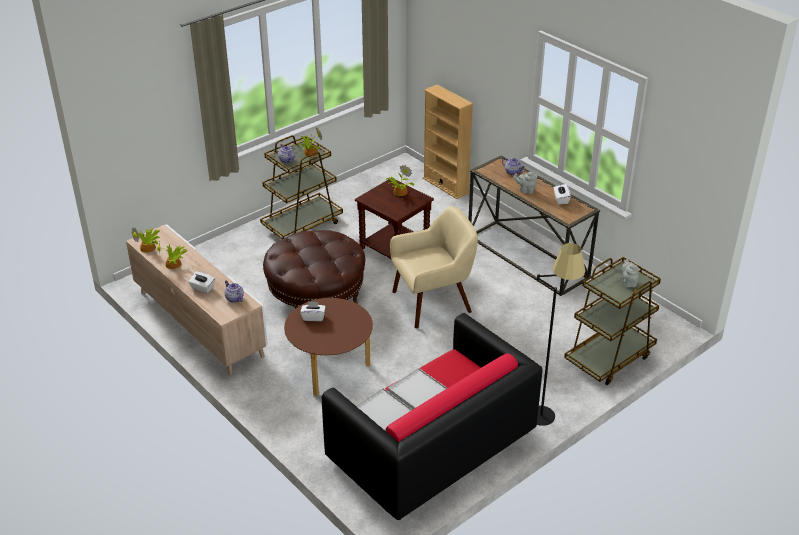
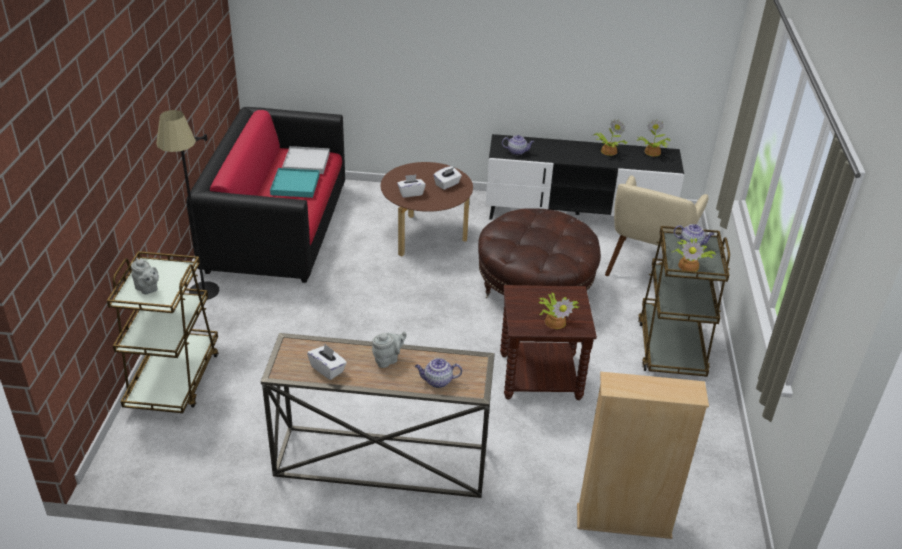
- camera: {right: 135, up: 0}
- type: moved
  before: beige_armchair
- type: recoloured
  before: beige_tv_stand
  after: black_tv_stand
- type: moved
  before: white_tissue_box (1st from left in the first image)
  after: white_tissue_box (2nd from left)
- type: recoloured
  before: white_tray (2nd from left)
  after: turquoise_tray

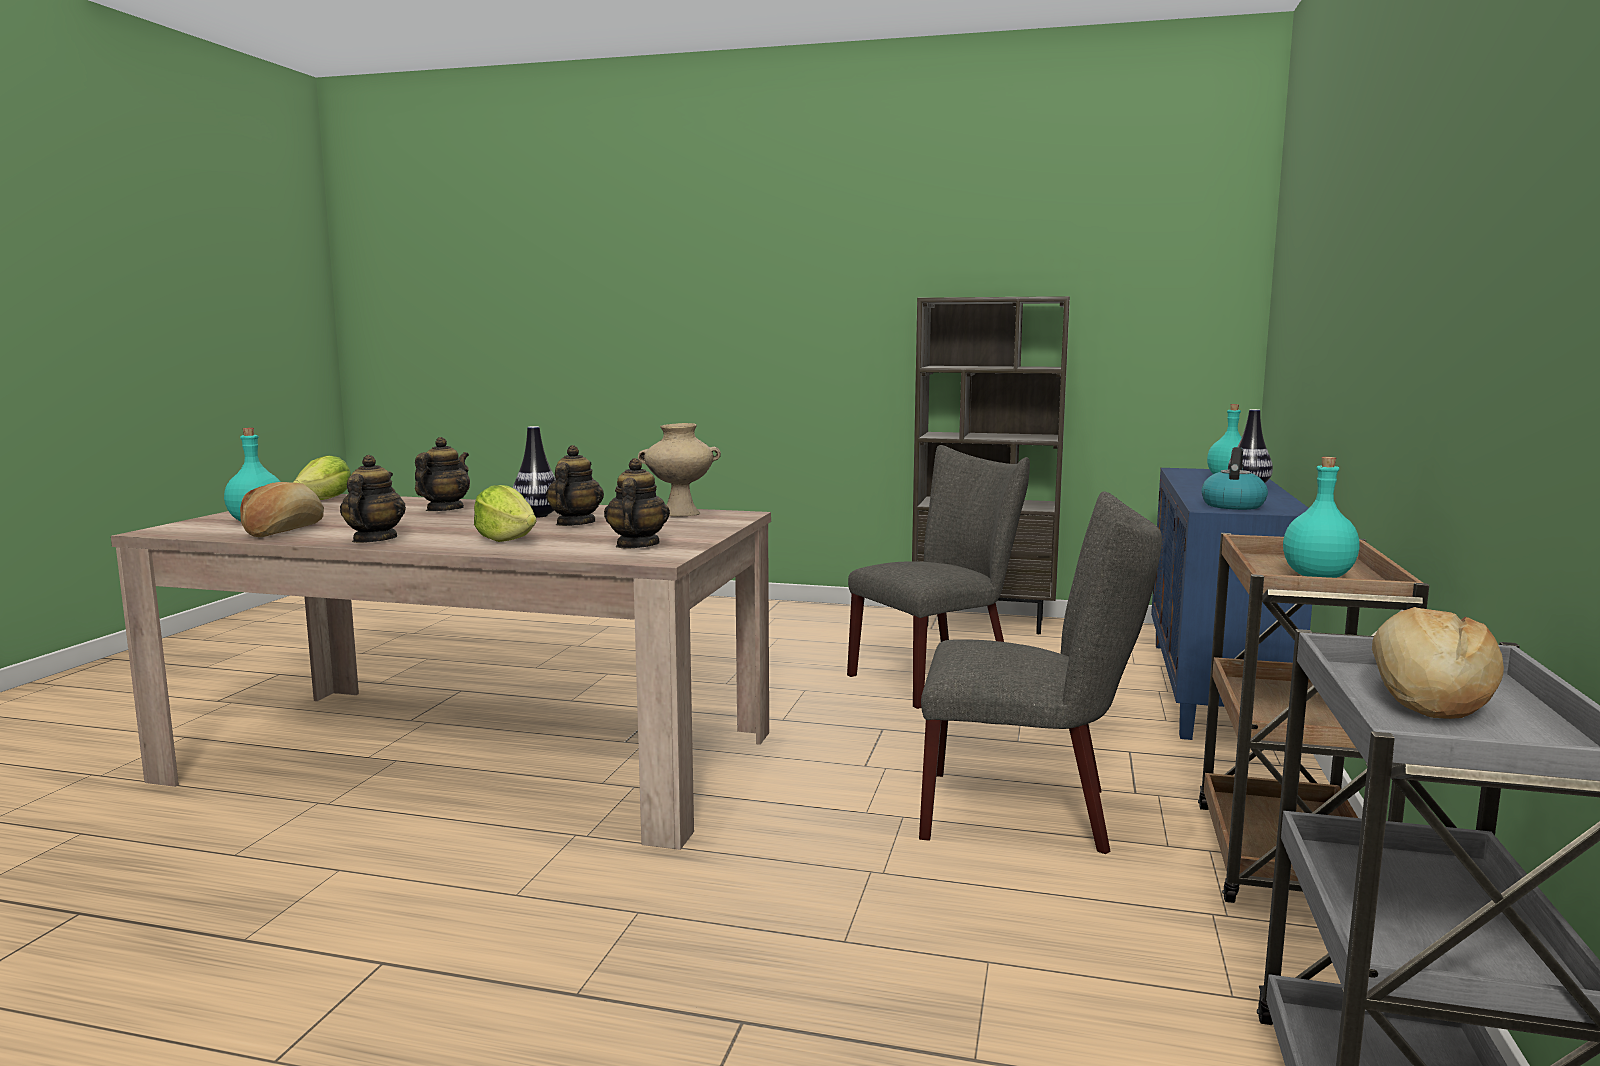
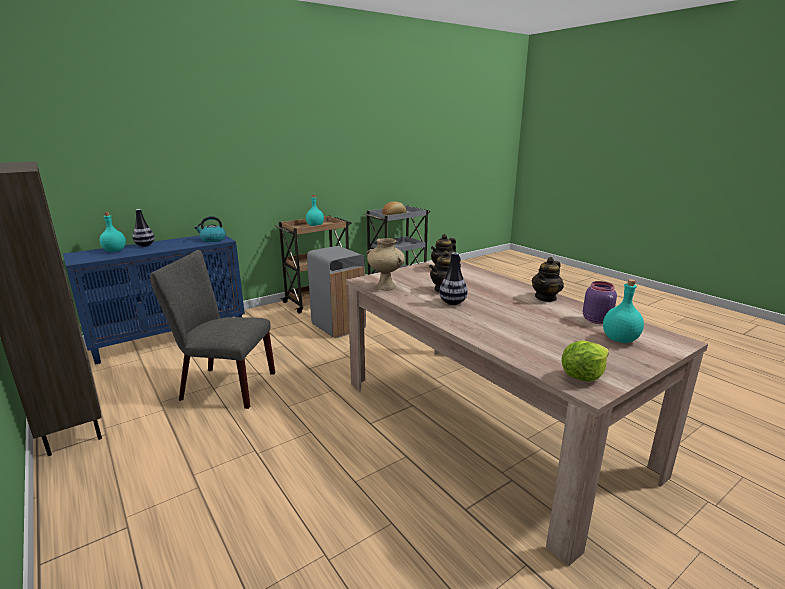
- camera: {right: -140, up: 10}
- type: removed
  before: teapot (2nd from left)
- type: replaced
  before: bread (1st from left)
  after: purple_jar
- type: removed
  before: lettuce (2nd from left)
- type: replaced
  before: grey_chair (2nd from left)
  after: grey_trash_can

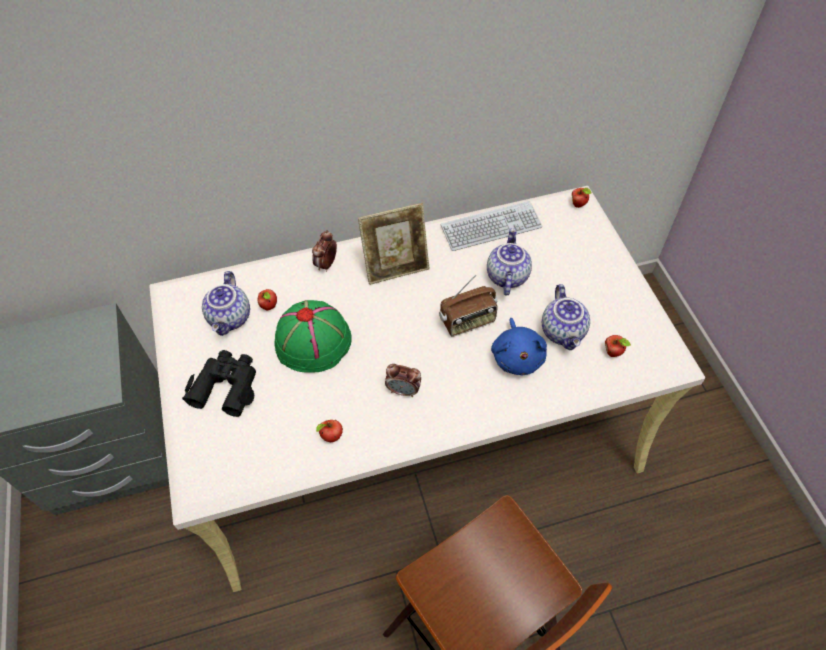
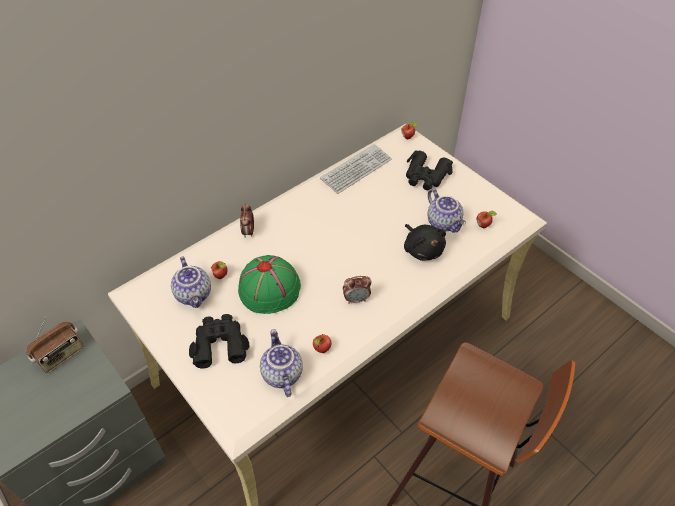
- camera: {right: -25, up: -5}
- type: removed
  before: picture_frame
- type: moved
  before: teapot (2nd from left)
- type: moved
  before: radio
- type: recoloured
  before: blue_plush_toy
  after: black_plush_toy
- type: added
  after: black_binoculars (2nd from left)

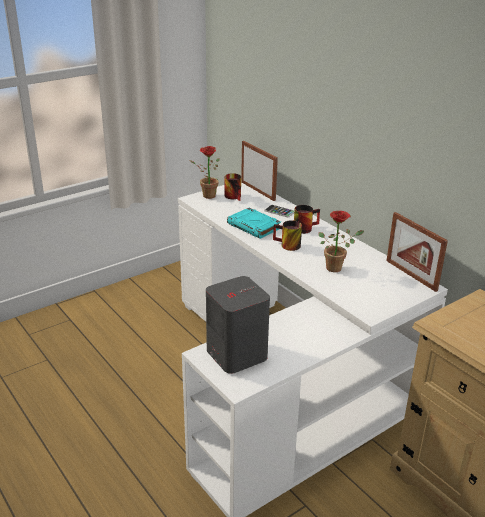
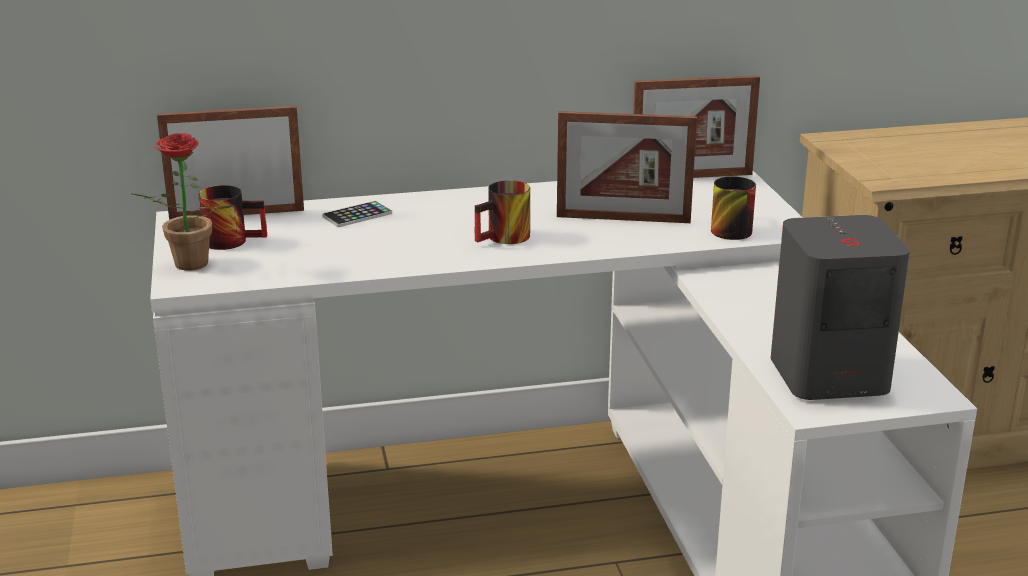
- camera: {right: -65, up: -5}
- type: moved
  before: mug (3rd from left)
- type: removed
  before: turquoise_book
- type: replaced
  before: potted_plant (2nd from left)
  after: picture_frame (2nd from left)

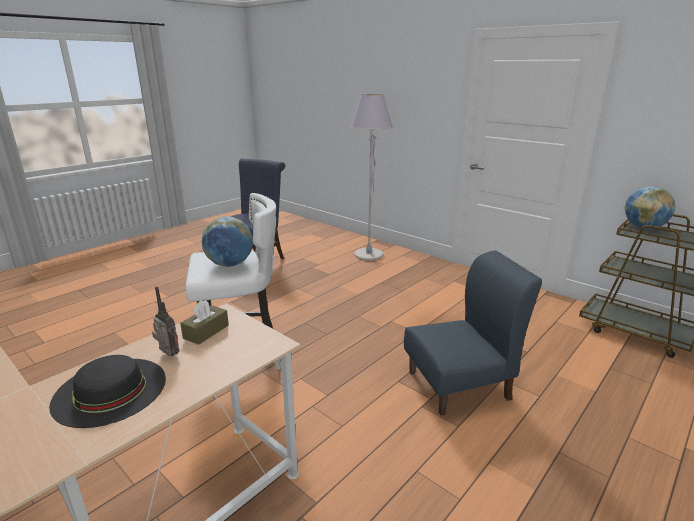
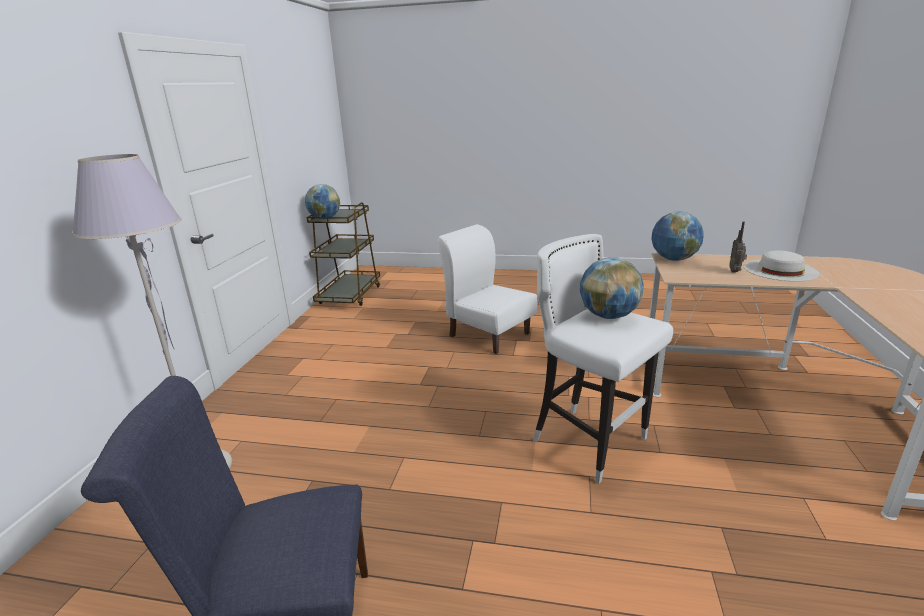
- camera: {right: -120, up: 0}
- type: recoloured
  before: blue_chair (2nd from left)
  after: white_chair
- type: removed
  before: brown_tissue_box
- type: recoloured
  before: black_hat
  after: white_hat
- type: added
  after: globe (3rd from left)

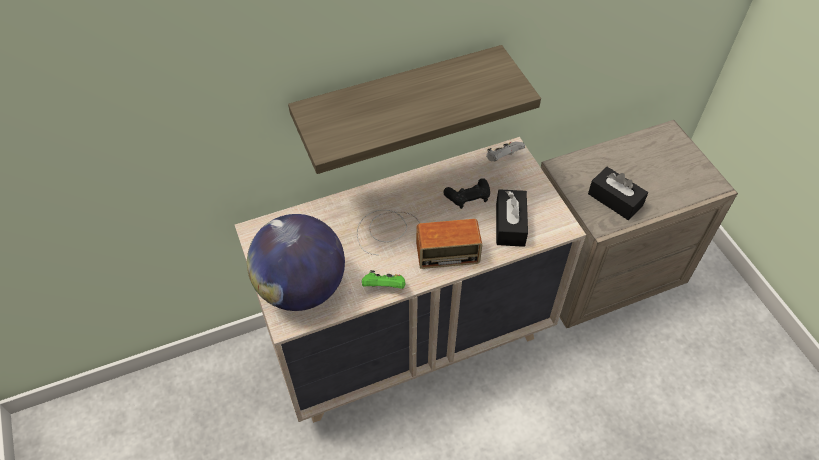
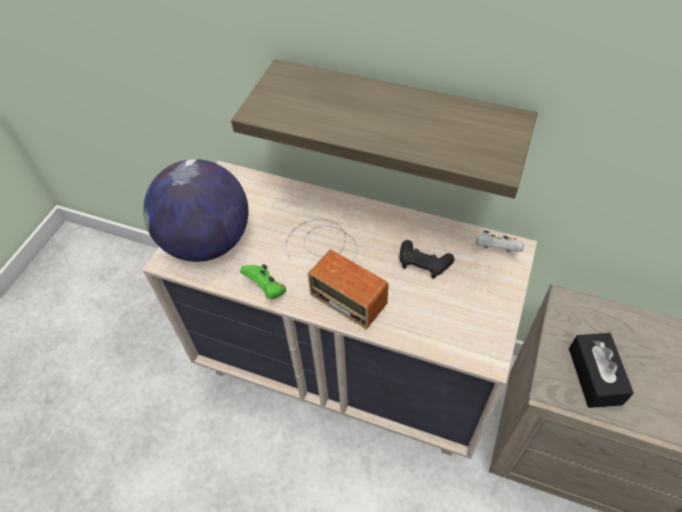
- camera: {right: 45, up: 0}
- type: removed
  before: black_tissue_box (1st from left)

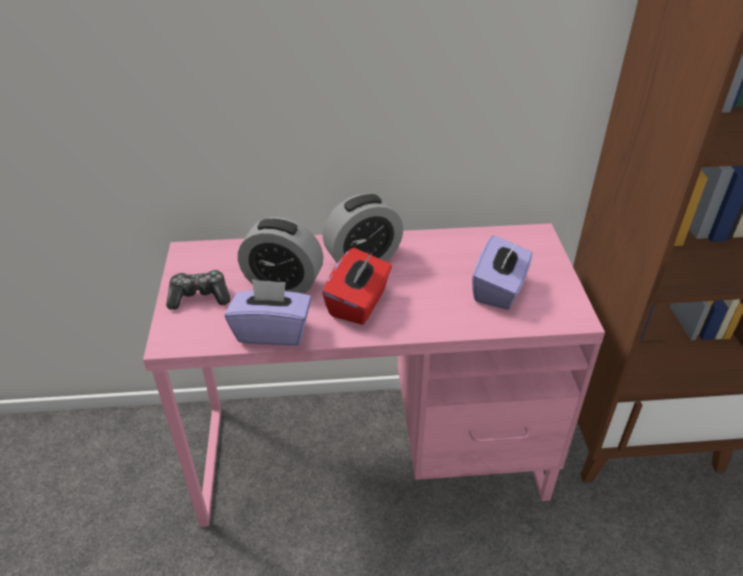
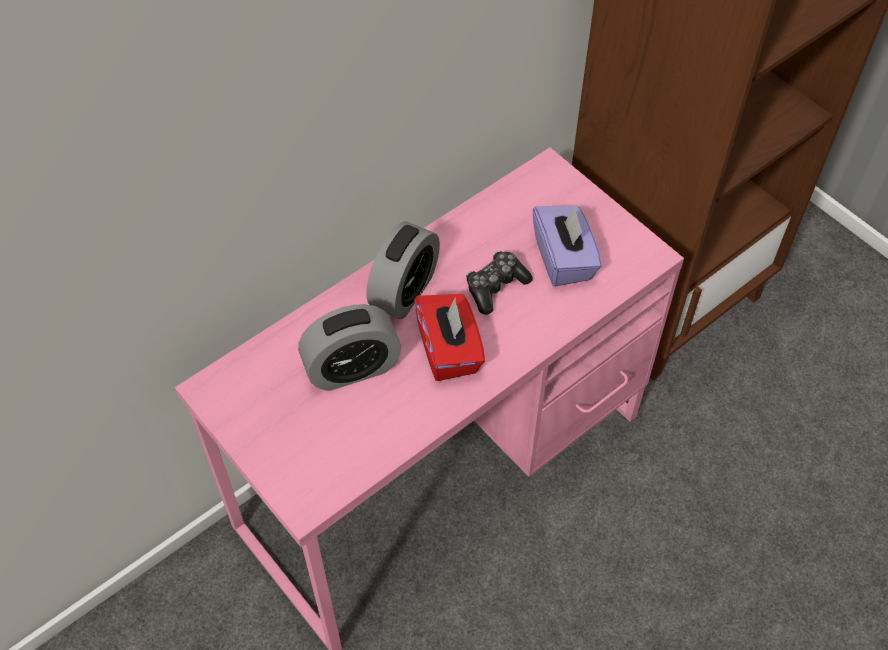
- camera: {right: -35, up: 15}
- type: moved
  before: game_controller
- type: removed
  before: purple_tissue_box (1st from left)

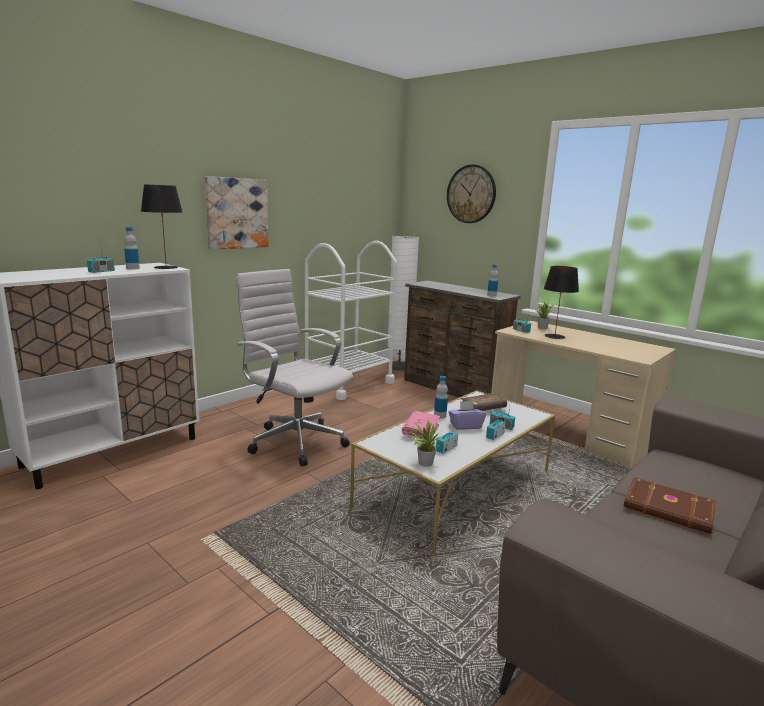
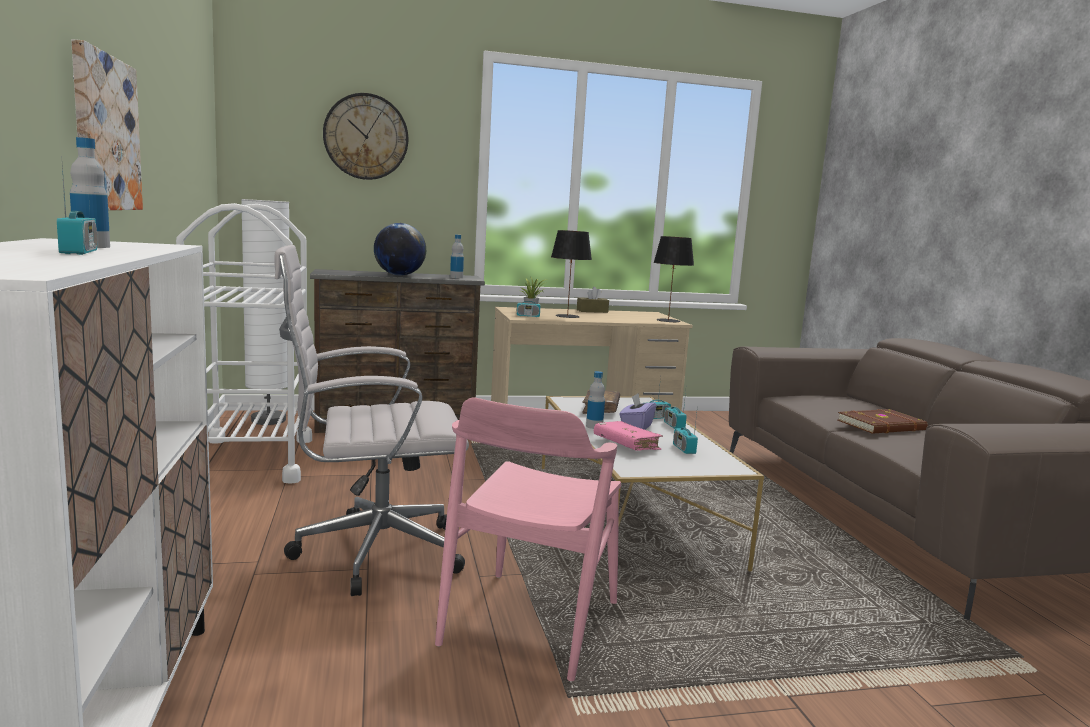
- camera: {right: -55, up: -5}
- type: moved
  before: black_table_lamp (1st from left in the first image)
  after: black_table_lamp (2nd from left)
- type: removed
  before: potted_plant (1st from left)
- type: added
  after: globe
- type: added
  after: brown_tissue_box
- type: added
  after: pink_chair

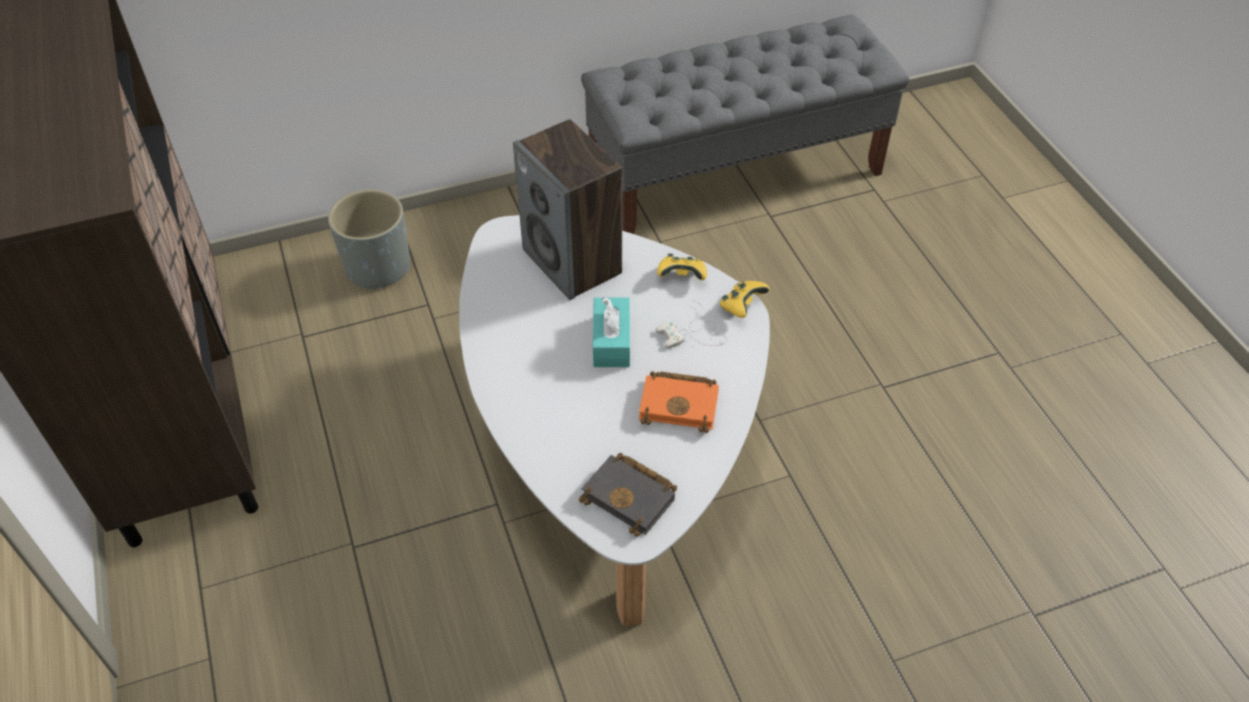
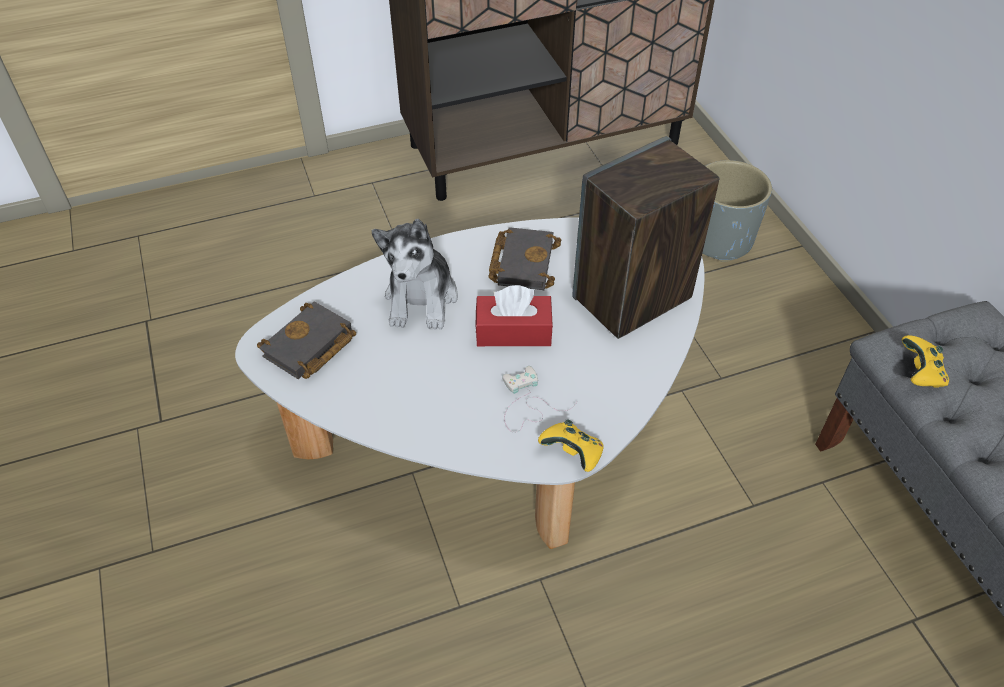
- camera: {right: 90, up: 0}
- type: moved
  before: yellow_game_controller (1st from left in the first image)
  after: yellow_game_controller (2nd from left)
- type: recoloured
  before: turquoise_tissue_box
  after: red_tissue_box
- type: removed
  before: orange_book
- type: added
  after: plush_toy
- type: added
  after: black_book (2nd from left)

